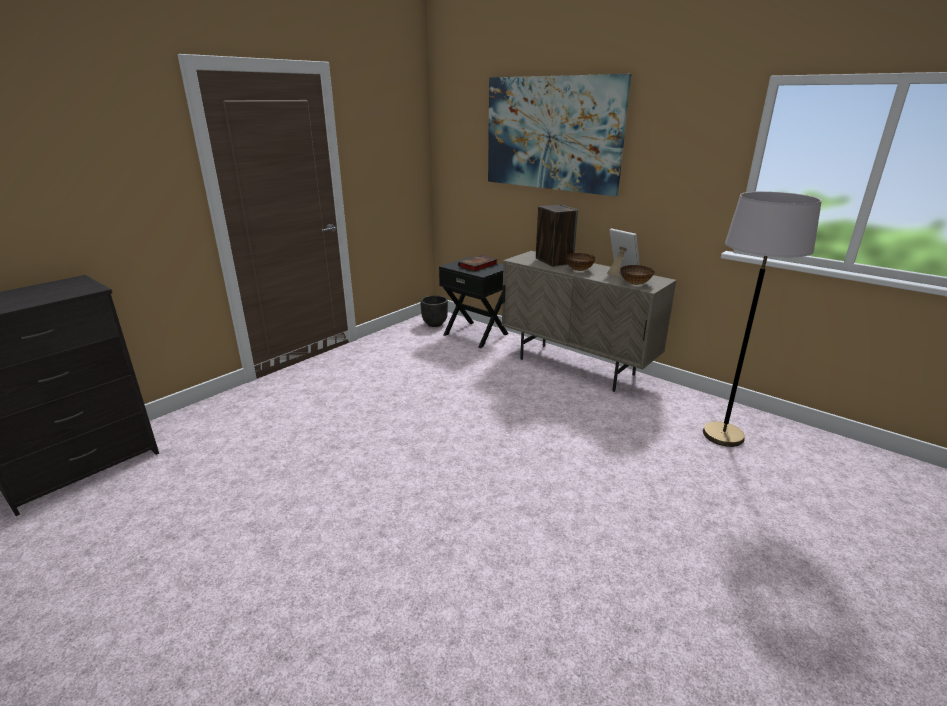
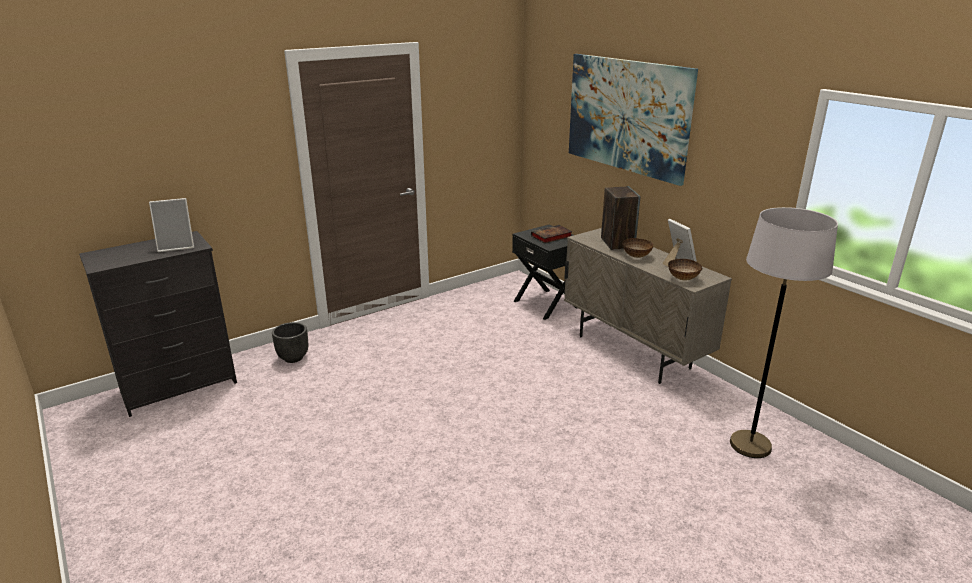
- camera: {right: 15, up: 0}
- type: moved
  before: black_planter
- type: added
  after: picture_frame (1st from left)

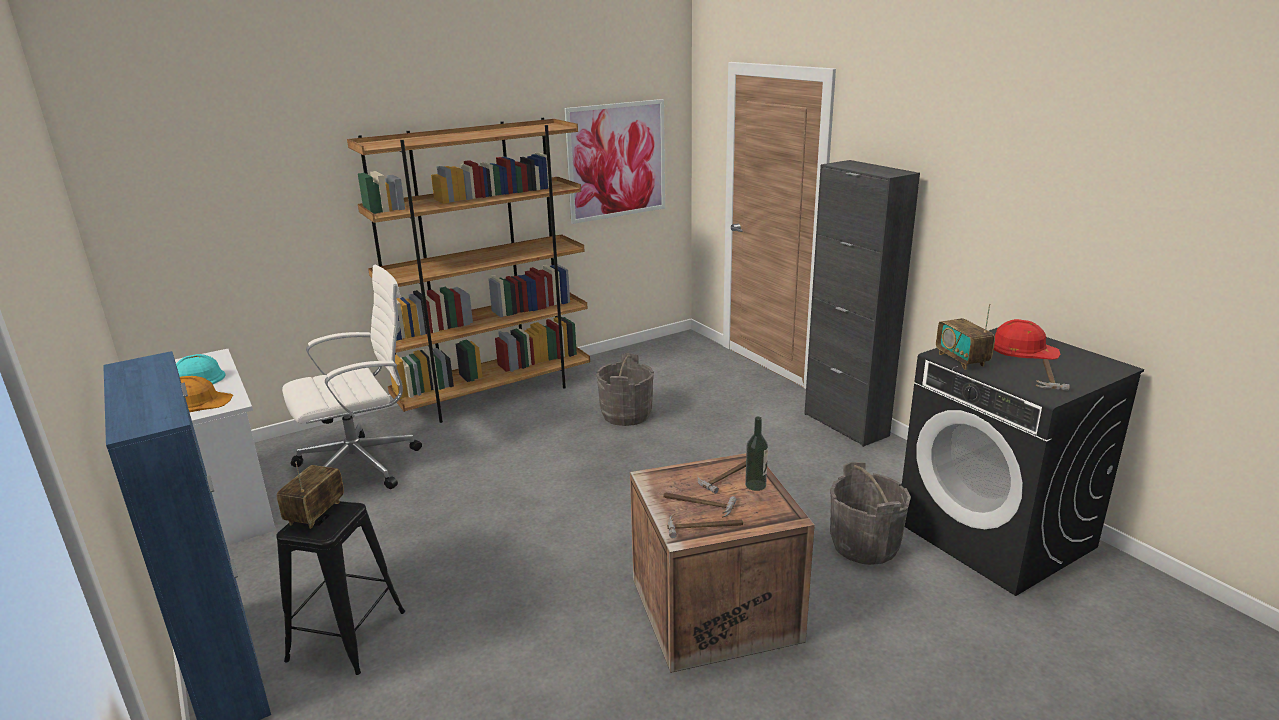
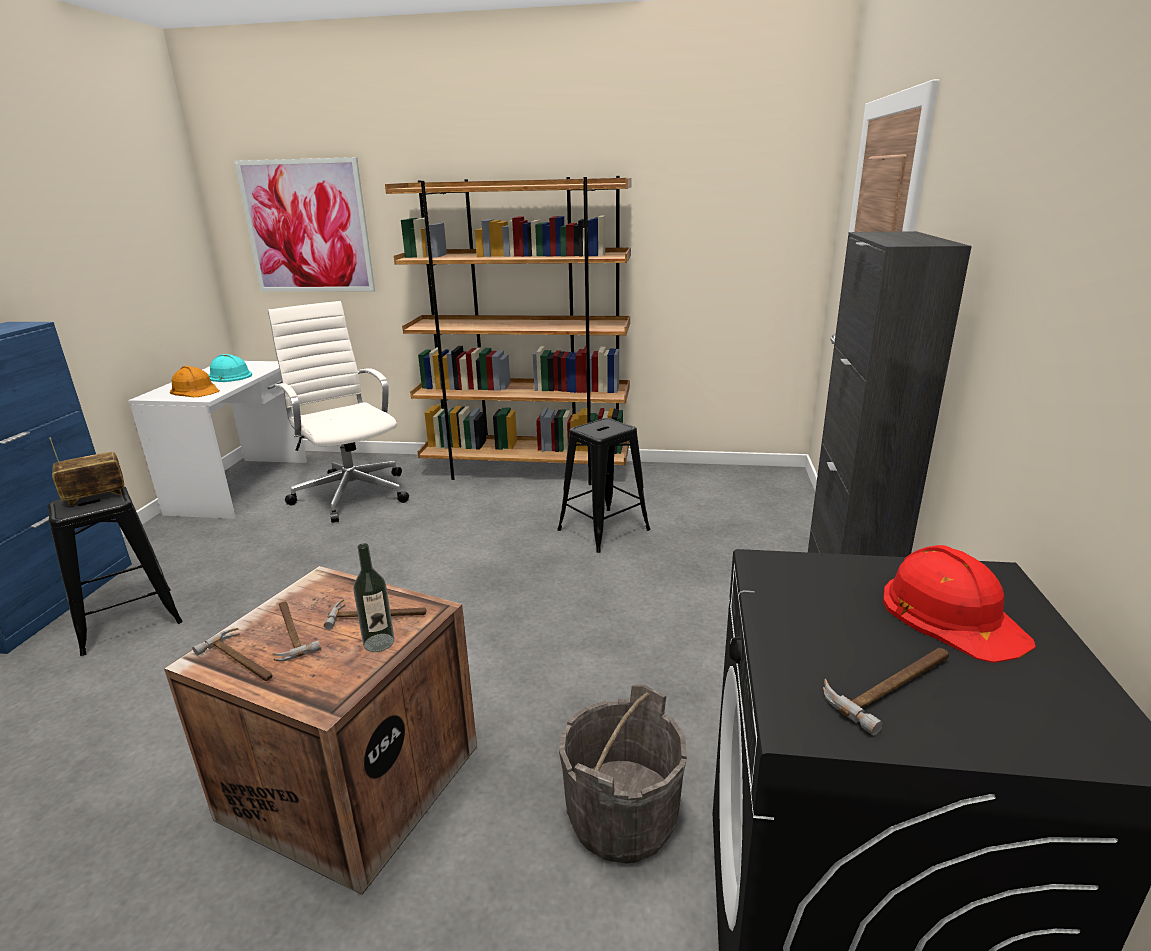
- camera: {right: 40, up: 0}
- type: moved
  before: picture
- type: turned
  before: white_office_chair
  turn: -135
- type: removed
  before: radio (2nd from left)
- type: replaced
  before: grey_bucket (1st from left)
  after: black_stool (2nd from left)

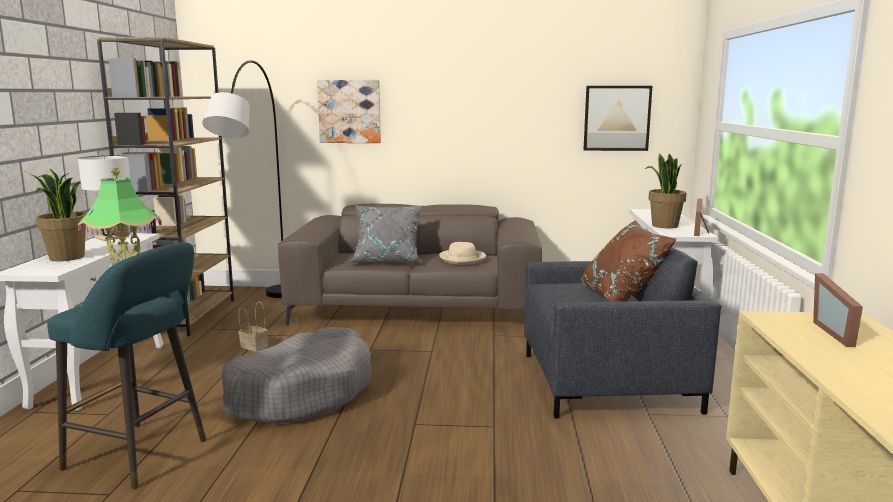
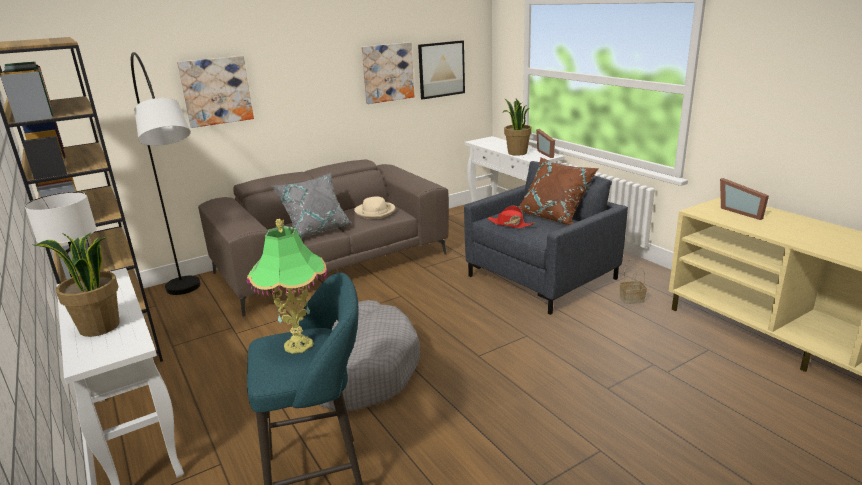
- camera: {right: -35, up: 10}
- type: moved
  before: basket
- type: added
  after: picture (2nd from left)
- type: added
  after: red_hat

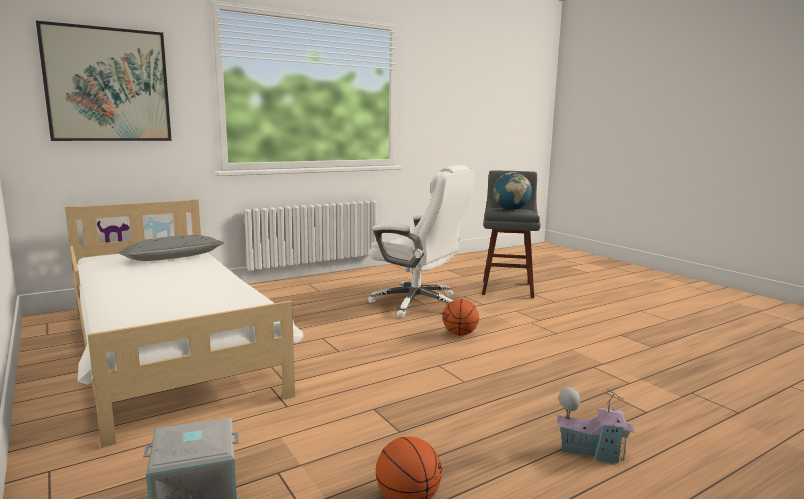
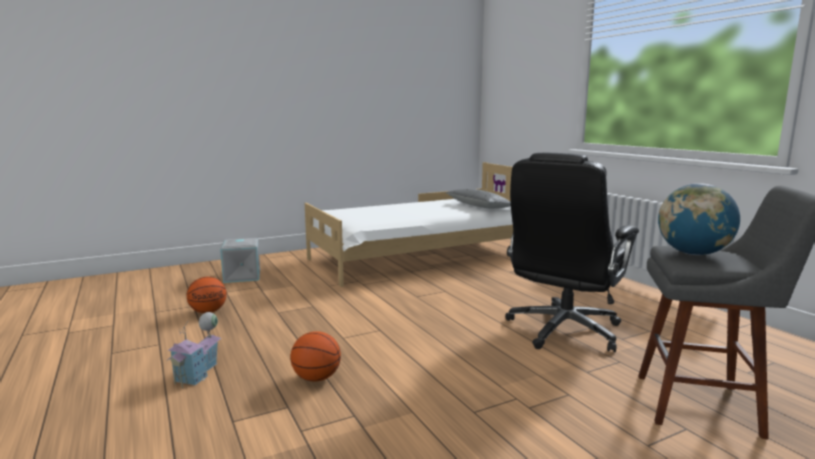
- camera: {right: 95, up: 0}
- type: removed
  before: picture
- type: recoloured
  before: white_office_chair
  after: black_office_chair
- type: moved
  before: basketball (2nd from left)

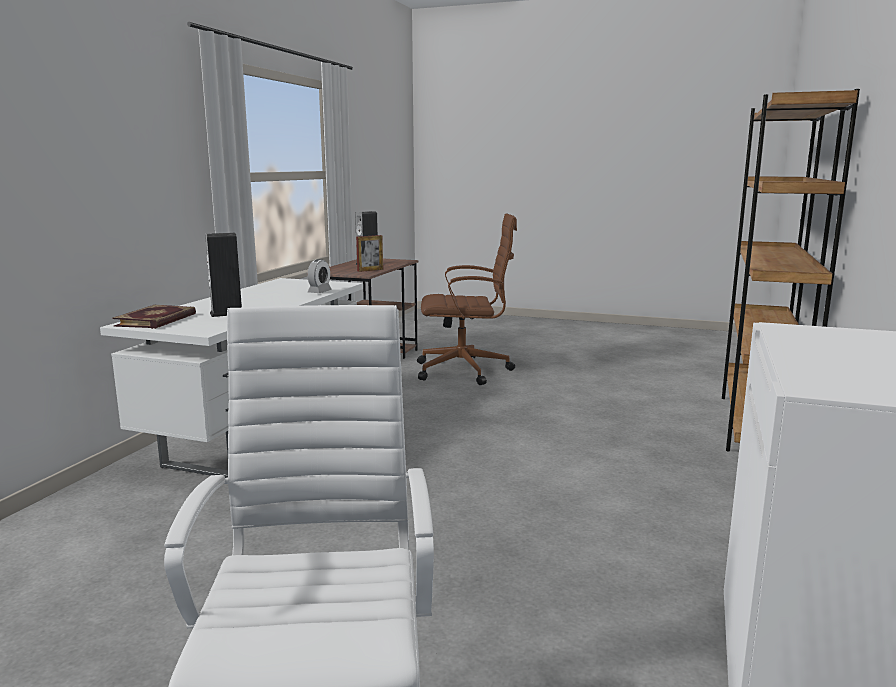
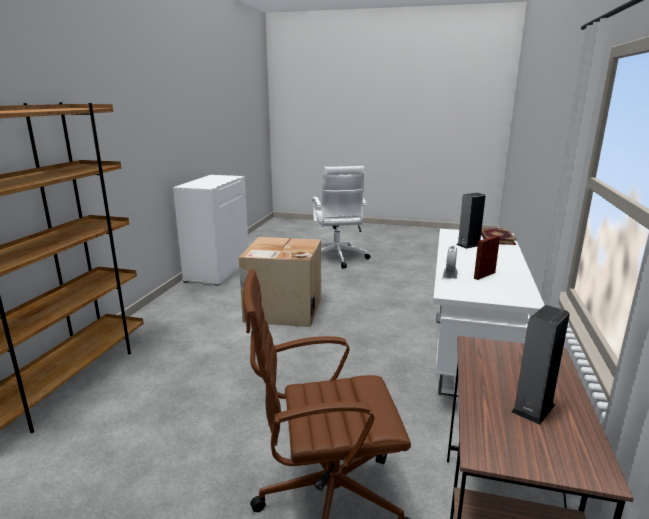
- camera: {right: 175, up: 5}
- type: moved
  before: picture_frame
- type: added
  after: cardboard_box

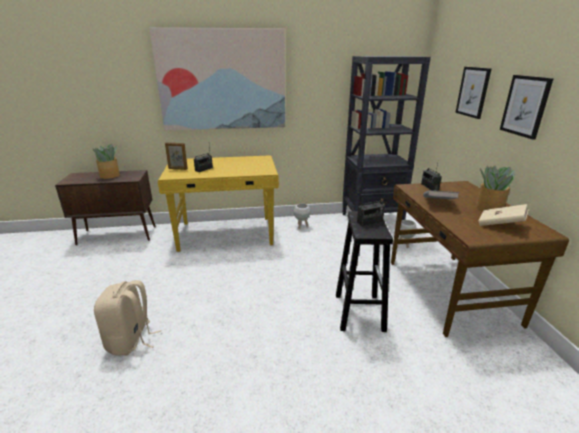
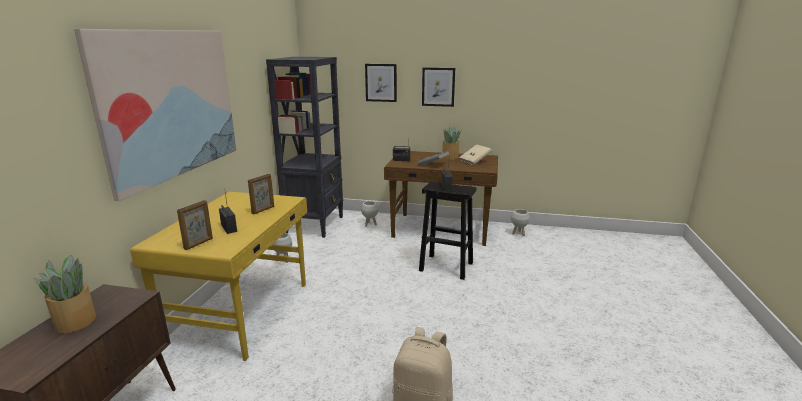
- camera: {right: -70, up: -5}
- type: added
  after: picture_frame (2nd from left)
- type: added
  after: white_planter (3rd from left)

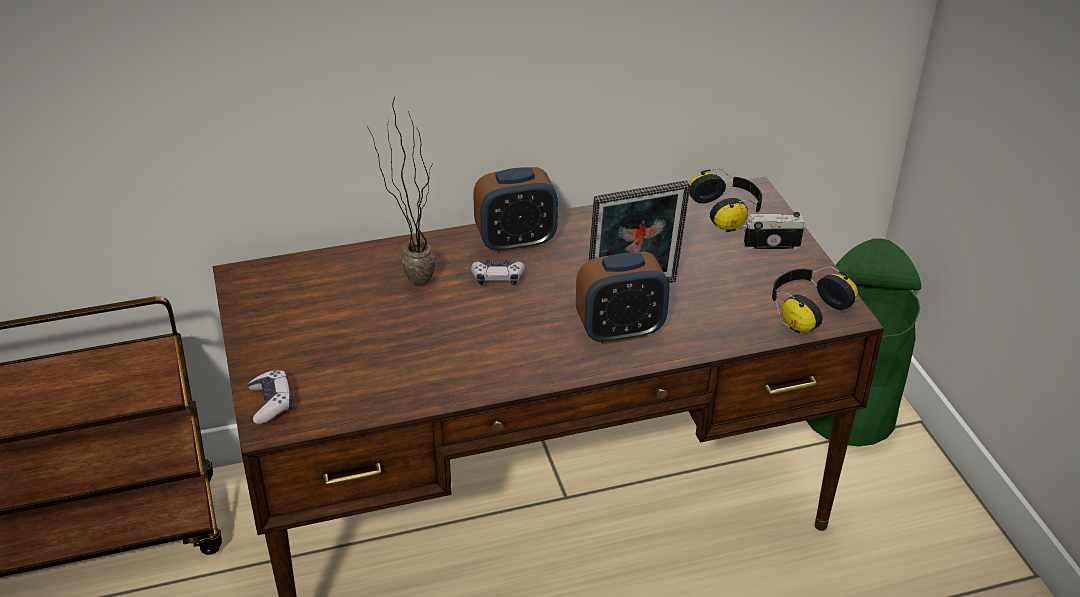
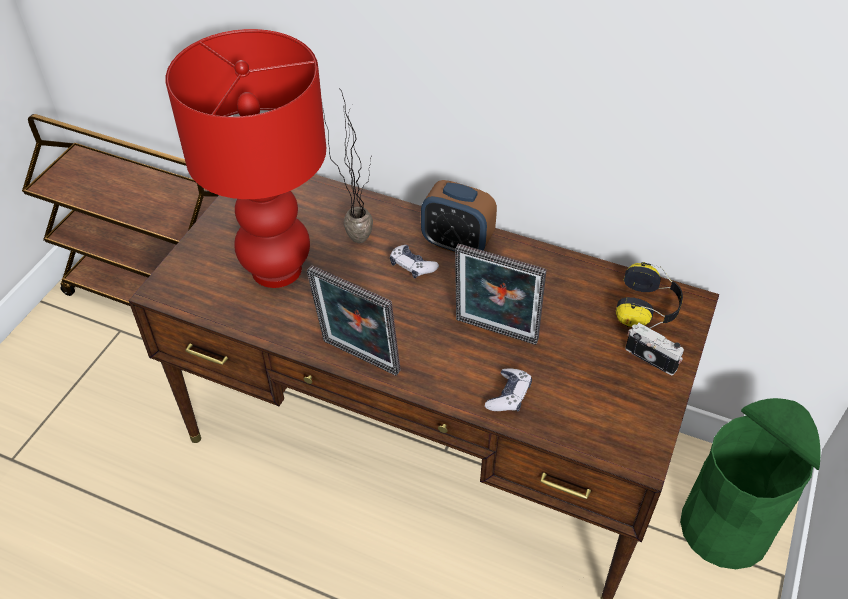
- camera: {right: 40, up: 10}
- type: removed
  before: alarm_clock (2nd from left)
- type: removed
  before: headphones (2nd from left)
- type: moved
  before: game_controller (1st from left in the first image)
  after: game_controller (2nd from left)
- type: added
  after: red_table_lamp
- type: added
  after: picture_frame (1st from left)

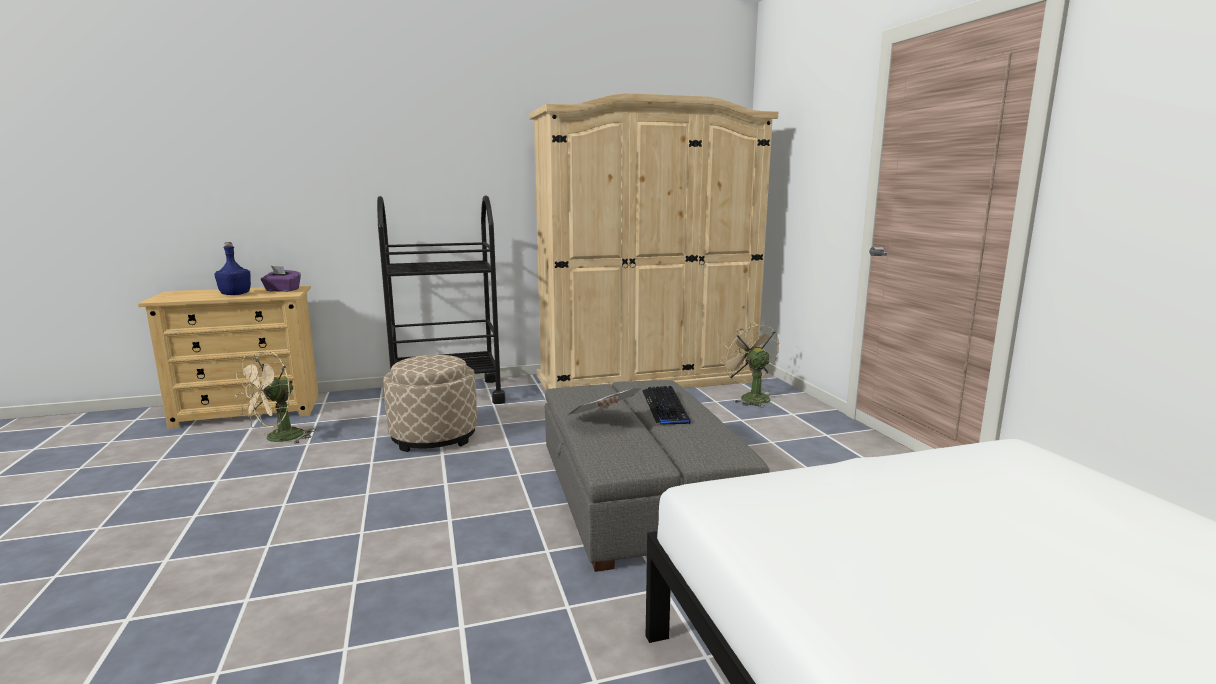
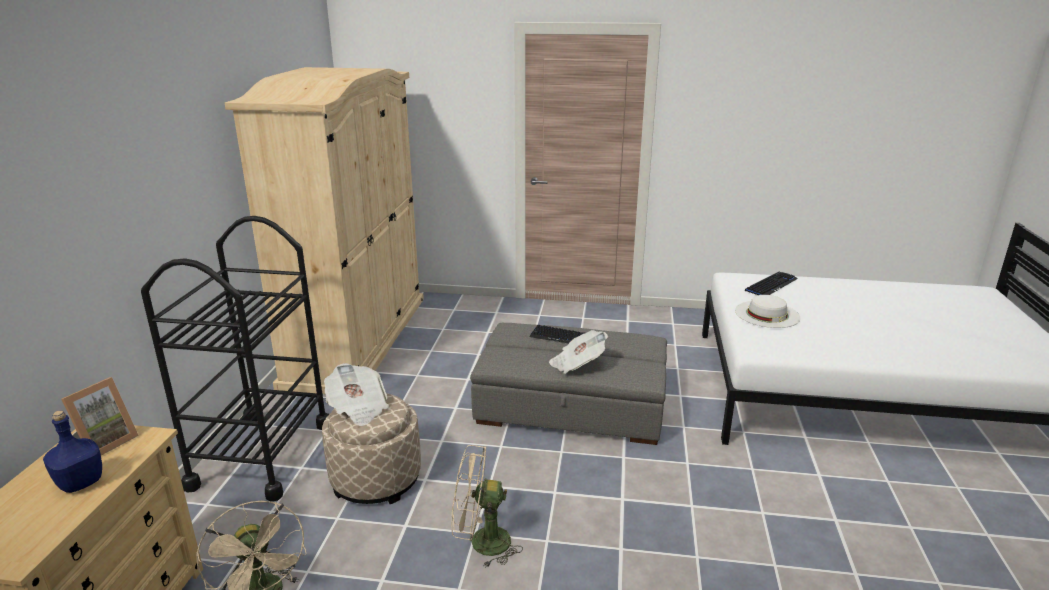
- camera: {right: -65, up: 10}
- type: replaced
  before: purple_tissue_box
  after: picture_frame
- type: moved
  before: beige_fan (2nd from left)
- type: added
  after: keyboard (2nd from left)
- type: added
  after: white_hat
- type: added
  after: newspaper (1st from left)

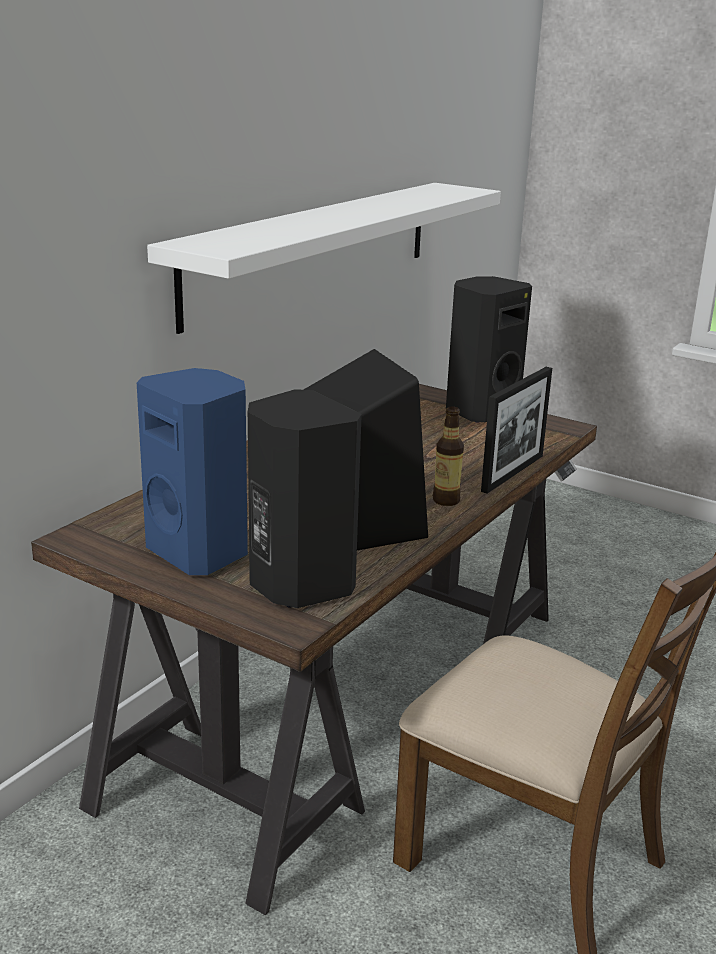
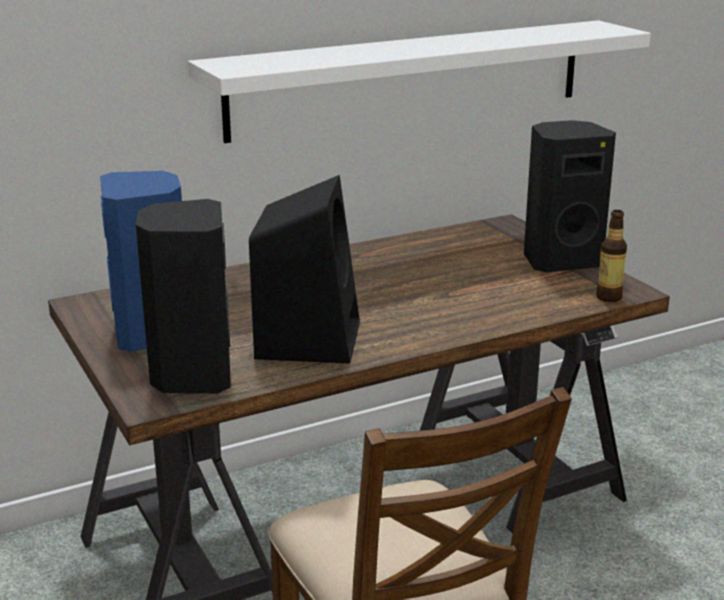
- camera: {right: 30, up: 0}
- type: removed
  before: picture_frame
- type: moved
  before: bottle

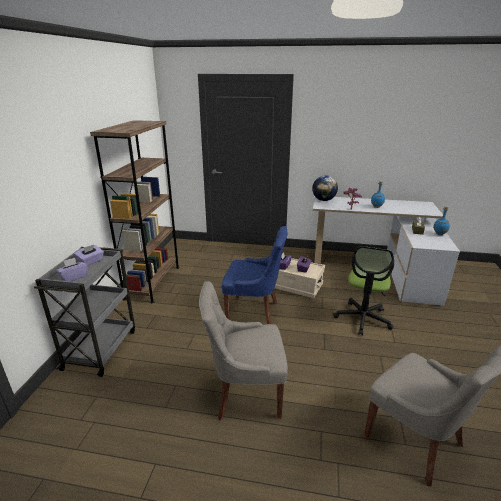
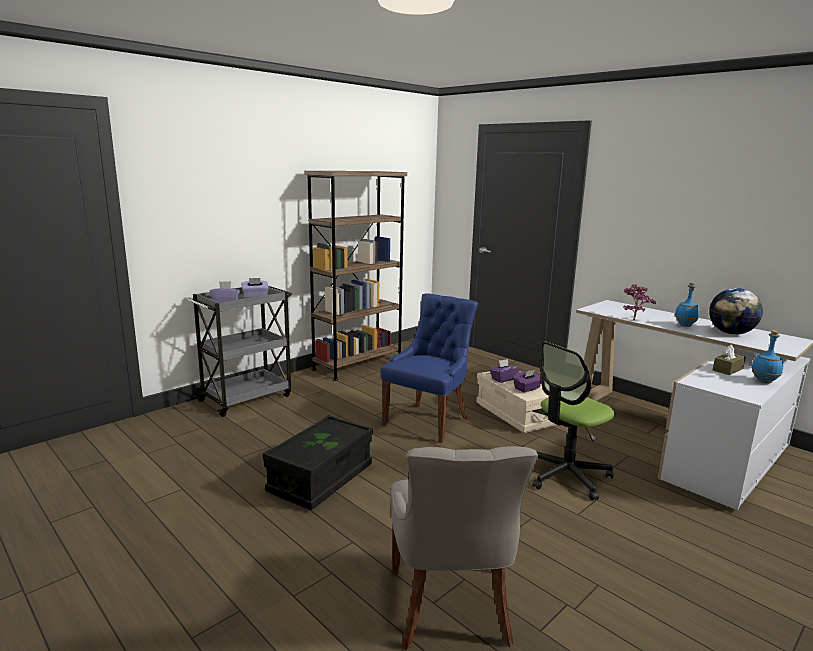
- camera: {right: 35, up: -10}
- type: moved
  before: globe
- type: turned
  before: blue_chair
  turn: -105
- type: replaced
  before: grey_chair (1st from left)
  after: black_storage_box

